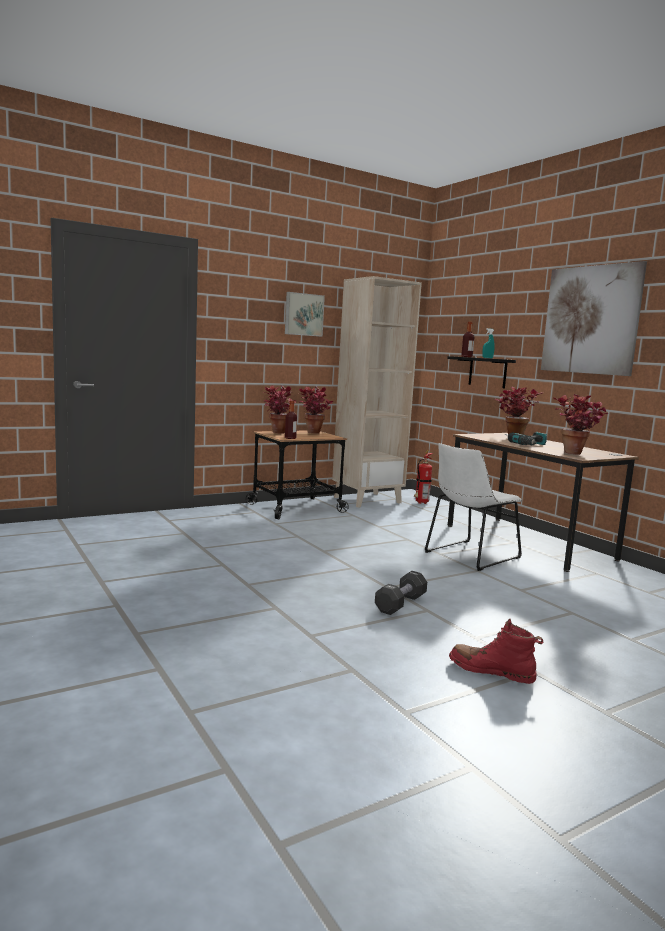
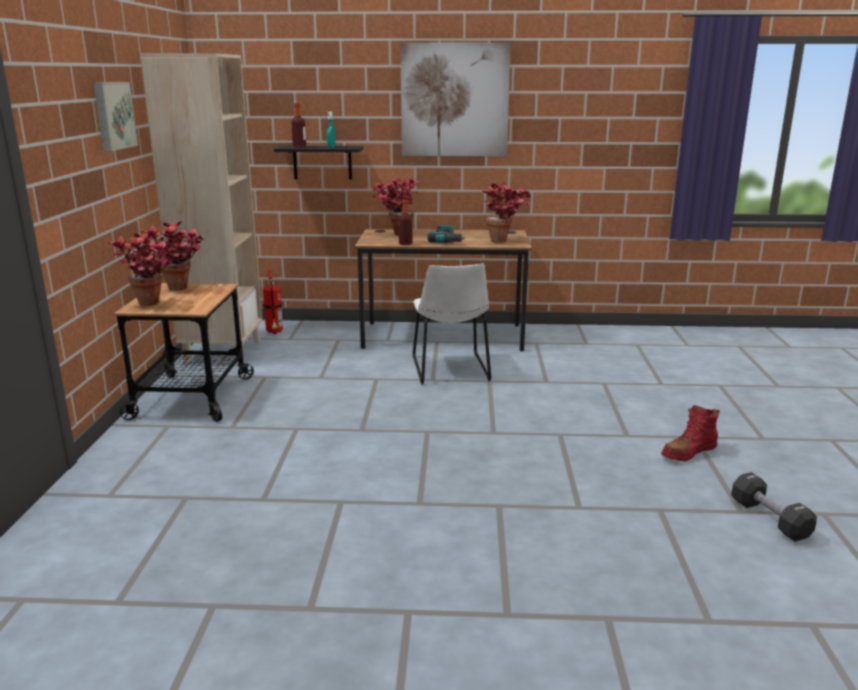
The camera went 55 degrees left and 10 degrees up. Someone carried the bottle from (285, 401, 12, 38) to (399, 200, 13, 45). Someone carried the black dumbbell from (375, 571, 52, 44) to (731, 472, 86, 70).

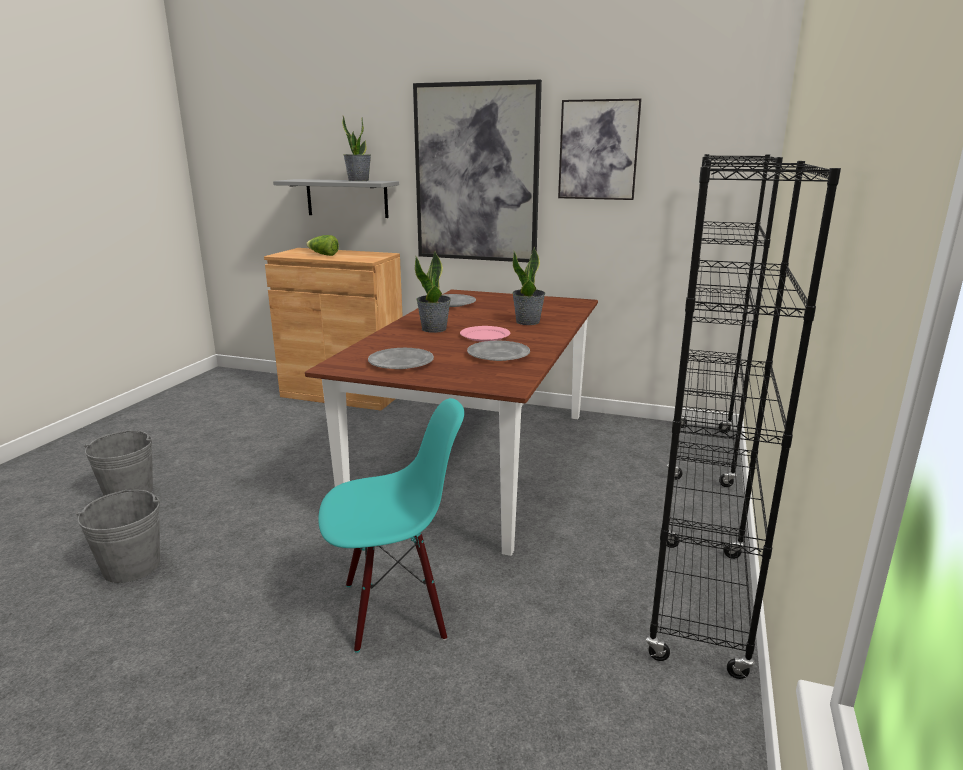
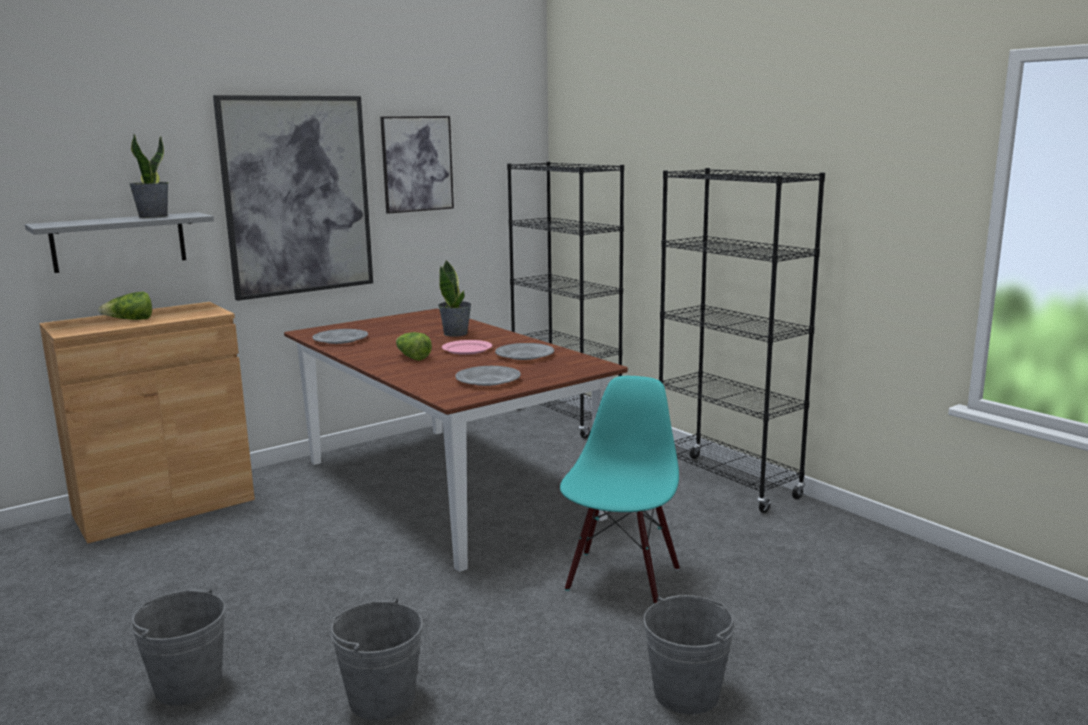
The camera went 55 degrees left and 5 degrees down. Someone swapped the potted plant at (415, 251, 36, 82) for the lettuce at (396, 332, 36, 29). Someone put down the grey bucket at (643, 595, 92, 120).

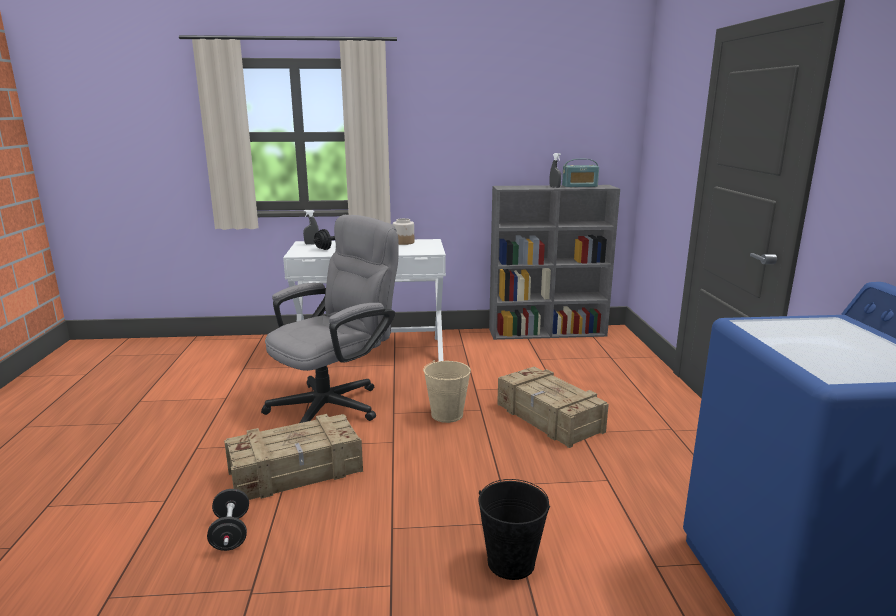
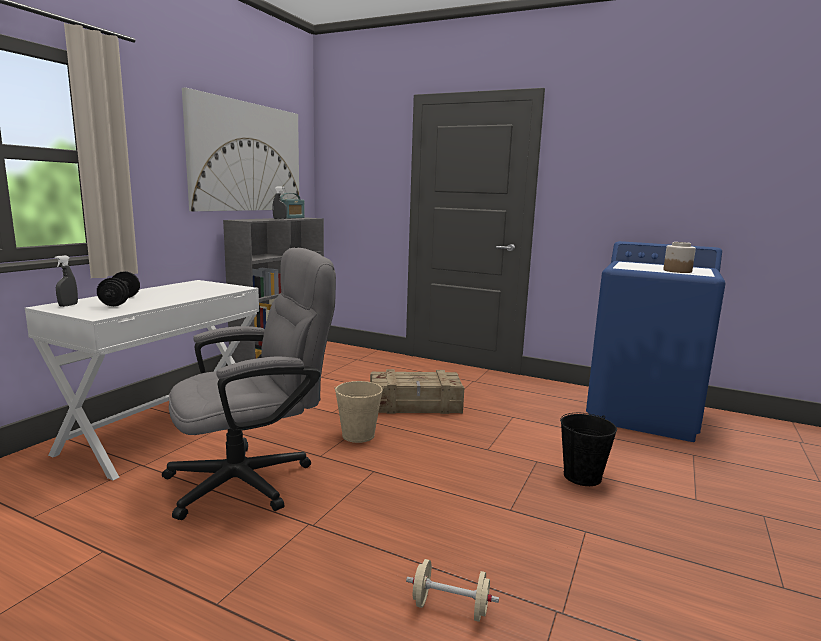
The camera went 60 degrees left and 5 degrees down. Someone repainted the black dumbbell at (207, 489, 42, 62), which became the beige dumbbell at (406, 559, 93, 63). Someone took away the crate at (224, 414, 139, 86). Someone rotated the grey office chair at (261, 215, 137, 208) by 75 degrees clockwise. Someone carried the jar from (393, 218, 21, 27) to (663, 242, 33, 31). Someone put up the picture at (182, 87, 117, 124).

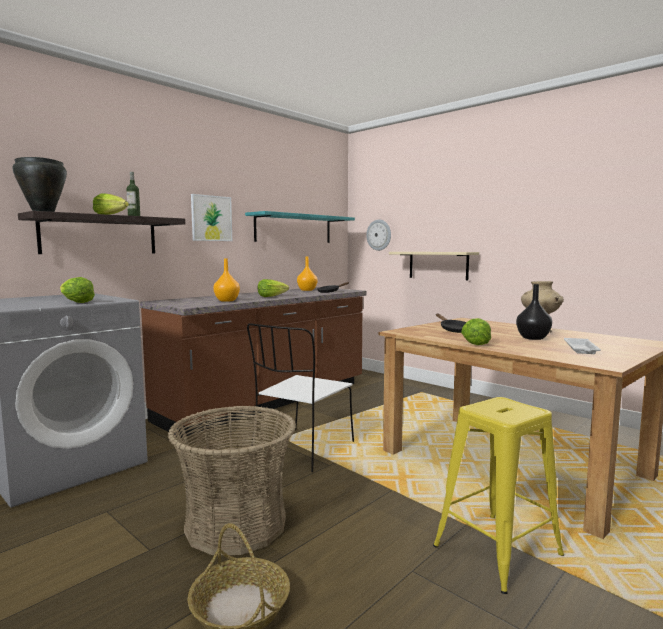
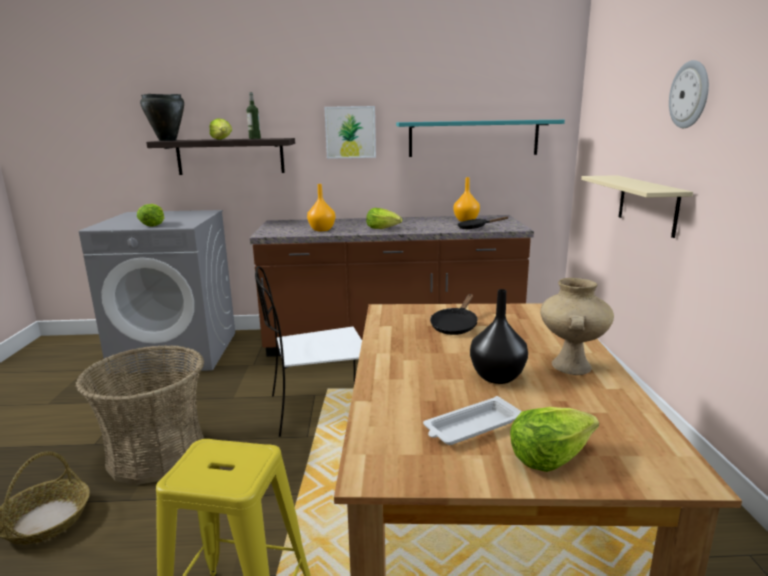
The camera went 45 degrees right and 10 degrees up. Someone carried the wall clock from (366, 219, 25, 32) to (669, 60, 40, 68). Someone carried the lettuce from (461, 318, 30, 27) to (510, 407, 89, 65).

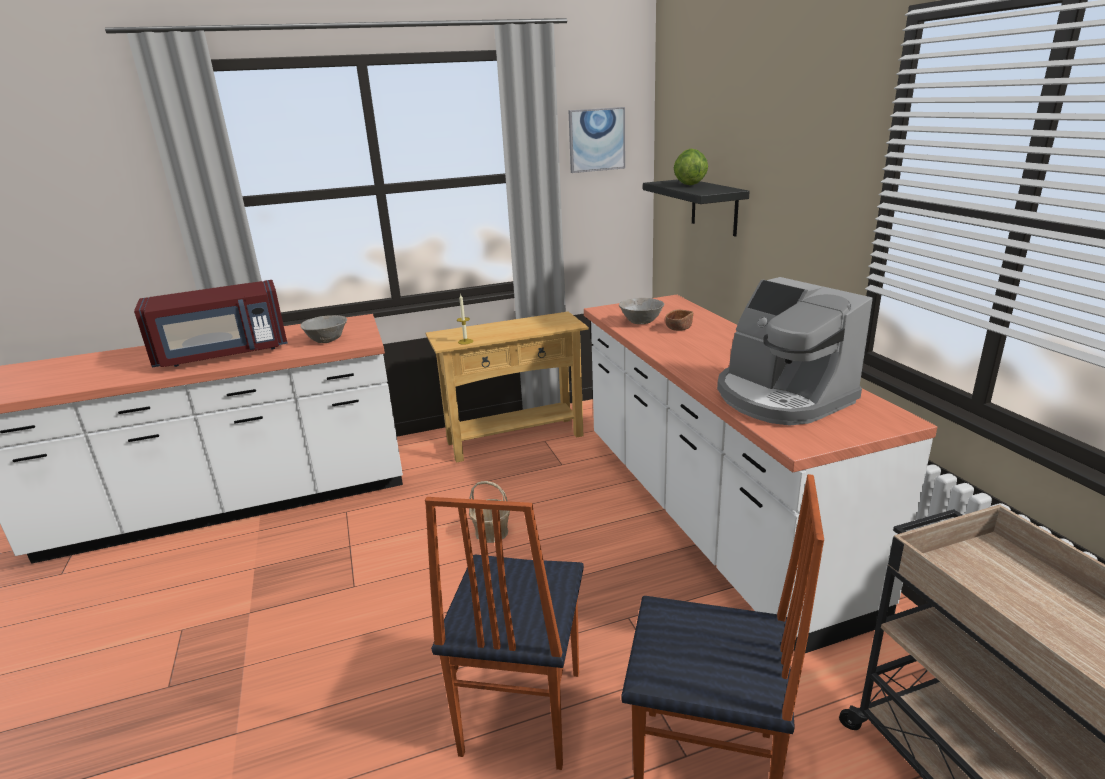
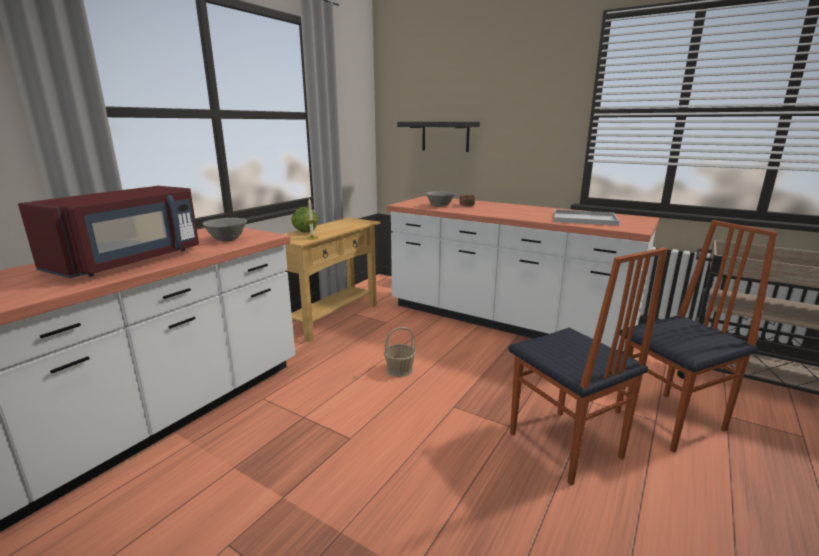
The camera went 40 degrees left and 5 degrees down. Someone took away the picture at (568, 107, 57, 66). Someone carried the lettuce from (674, 149, 34, 36) to (291, 207, 27, 26). Someone swapped the coffee machine at (717, 277, 156, 149) for the white tray at (554, 209, 65, 17).

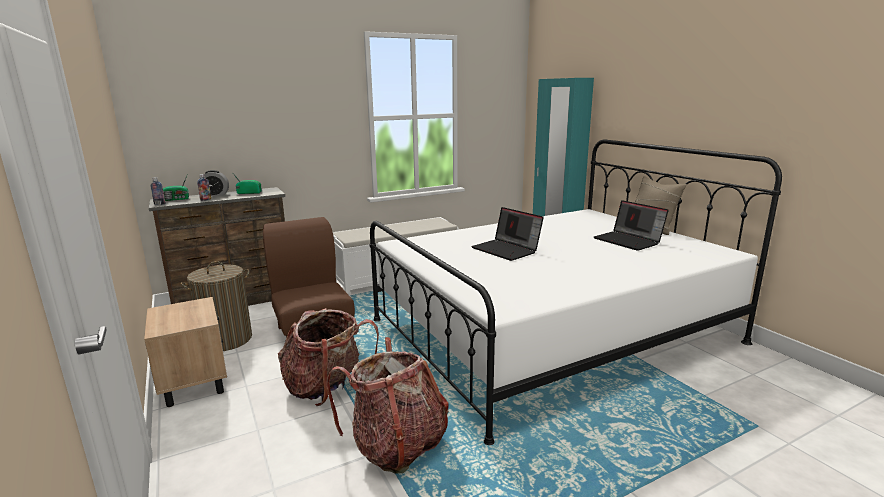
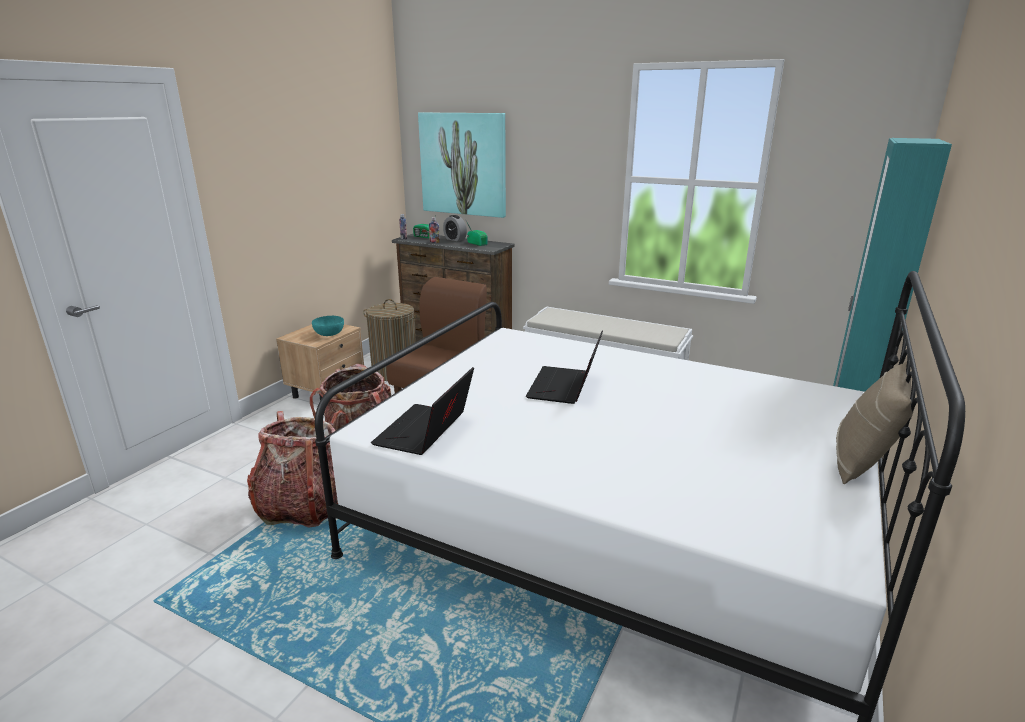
The camera went 55 degrees right and 5 degrees up. Someone carried the laptop from (594, 200, 75, 51) to (371, 367, 103, 88). Someone put down the turquoise bowl at (312, 316, 32, 20). Someone put up the picture at (418, 113, 88, 105).

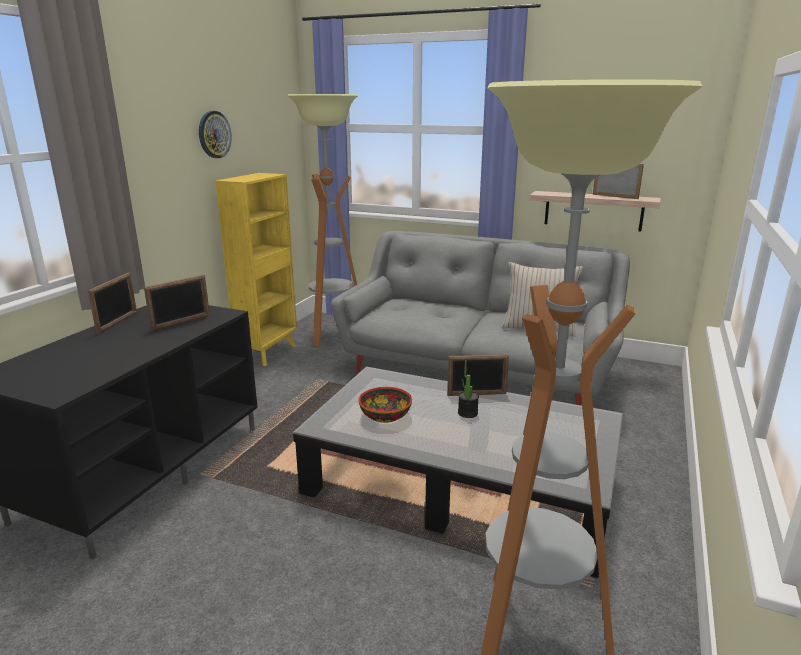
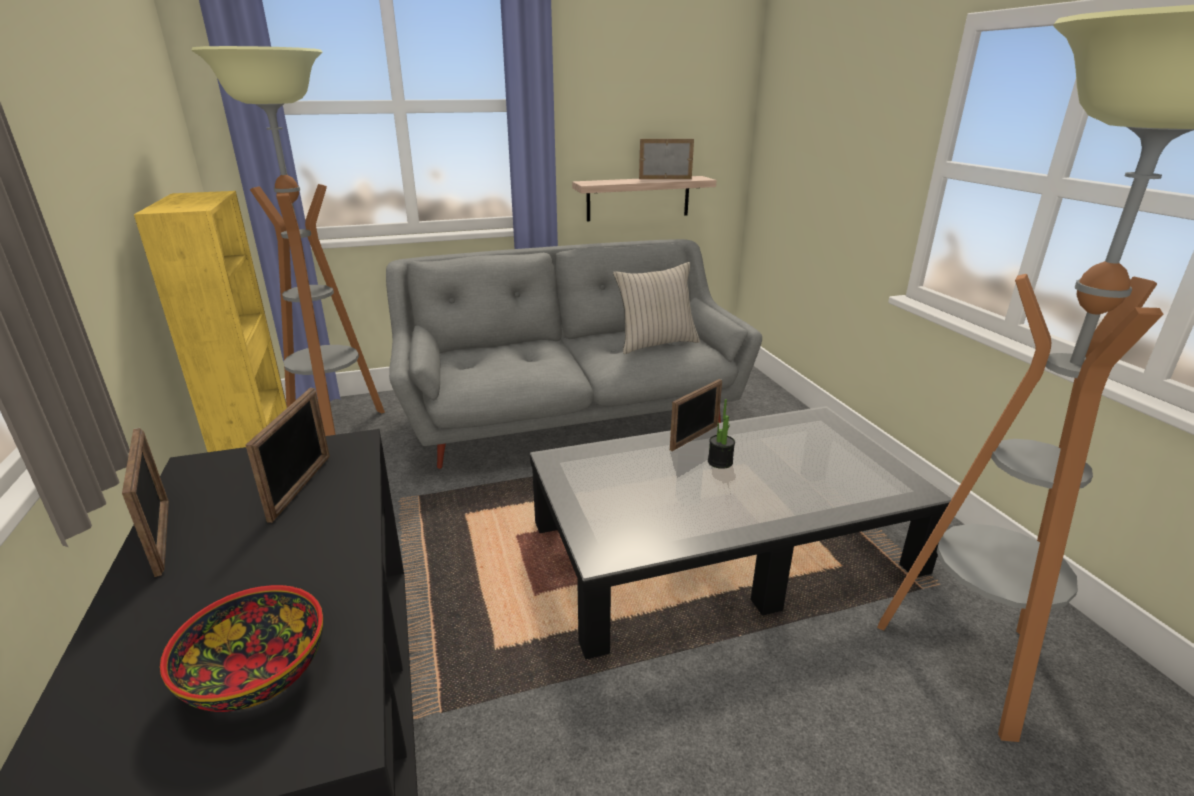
The camera went 40 degrees left and 5 degrees up. Someone took away the wall clock at (199, 111, 33, 47). Someone carried the bowl from (359, 387, 53, 36) to (160, 585, 163, 127).

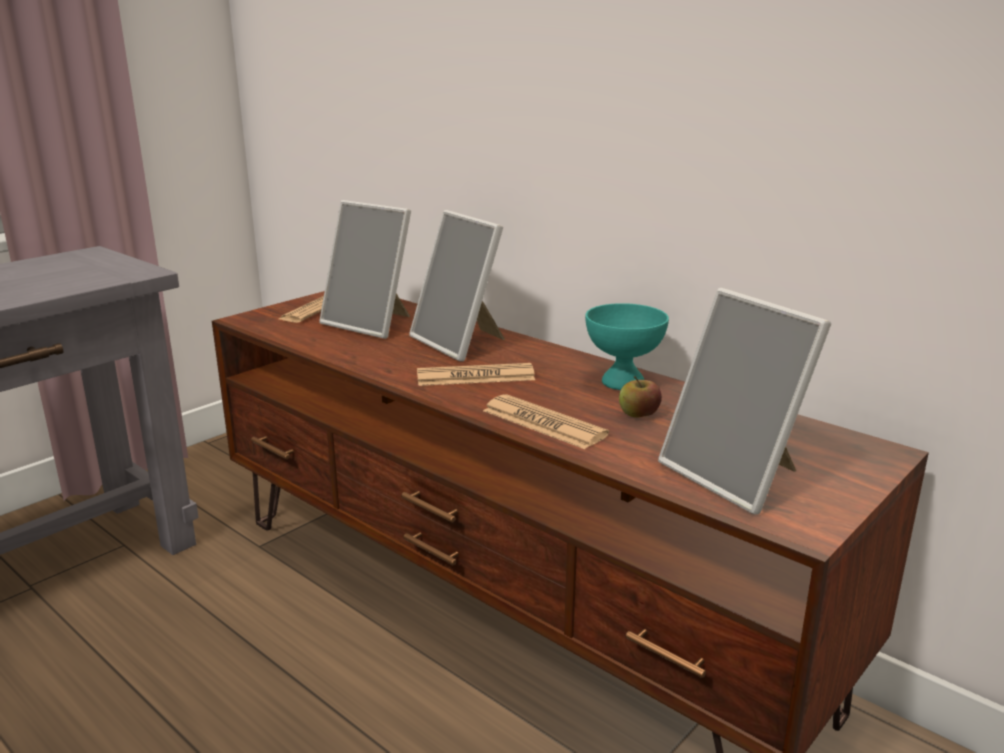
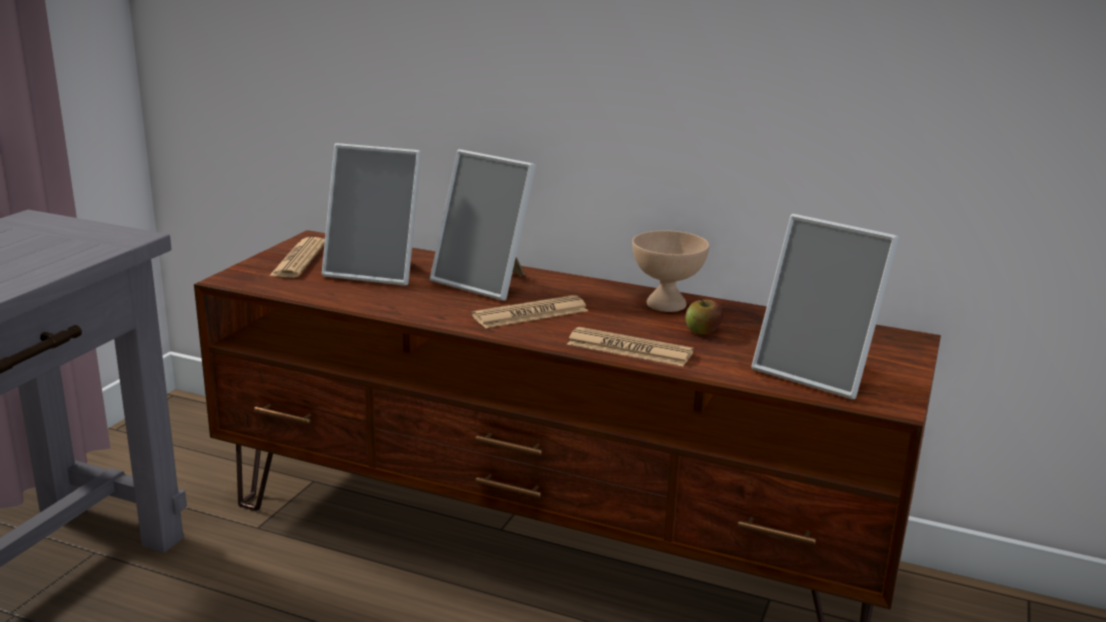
The camera went 20 degrees left and 0 degrees up. Someone repainted the turquoise bowl at (585, 303, 84, 87), which became the beige bowl at (632, 231, 77, 81).

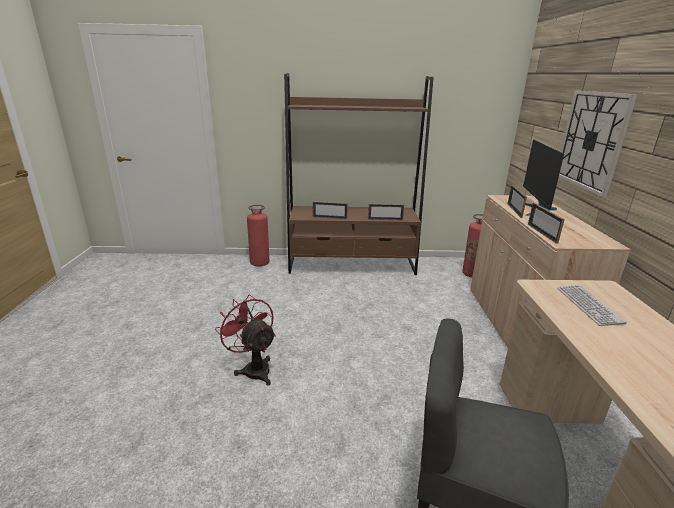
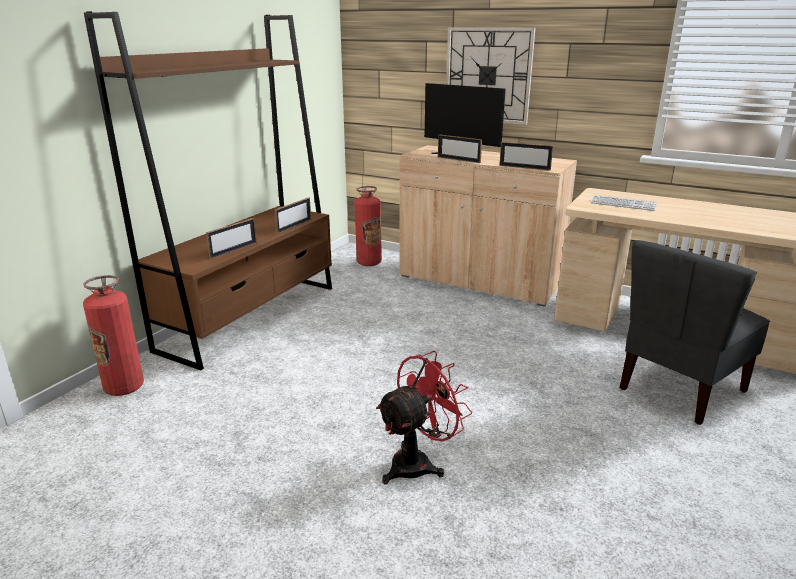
The camera went 60 degrees left and 0 degrees up. Someone rotated the red fan at (215, 294, 61, 91) by 150 degrees clockwise.

